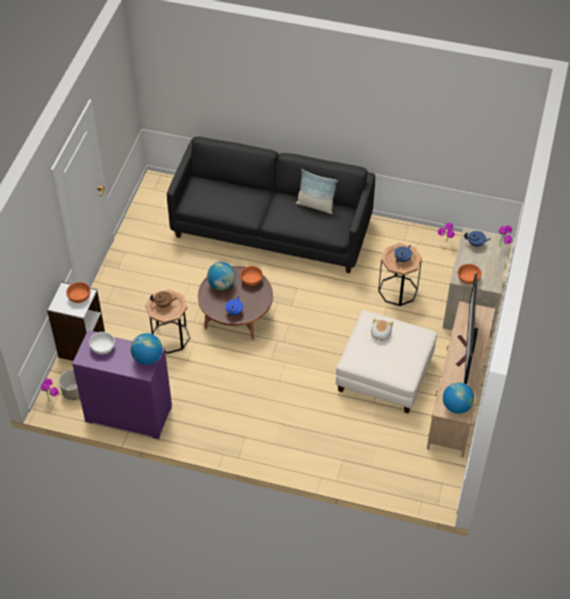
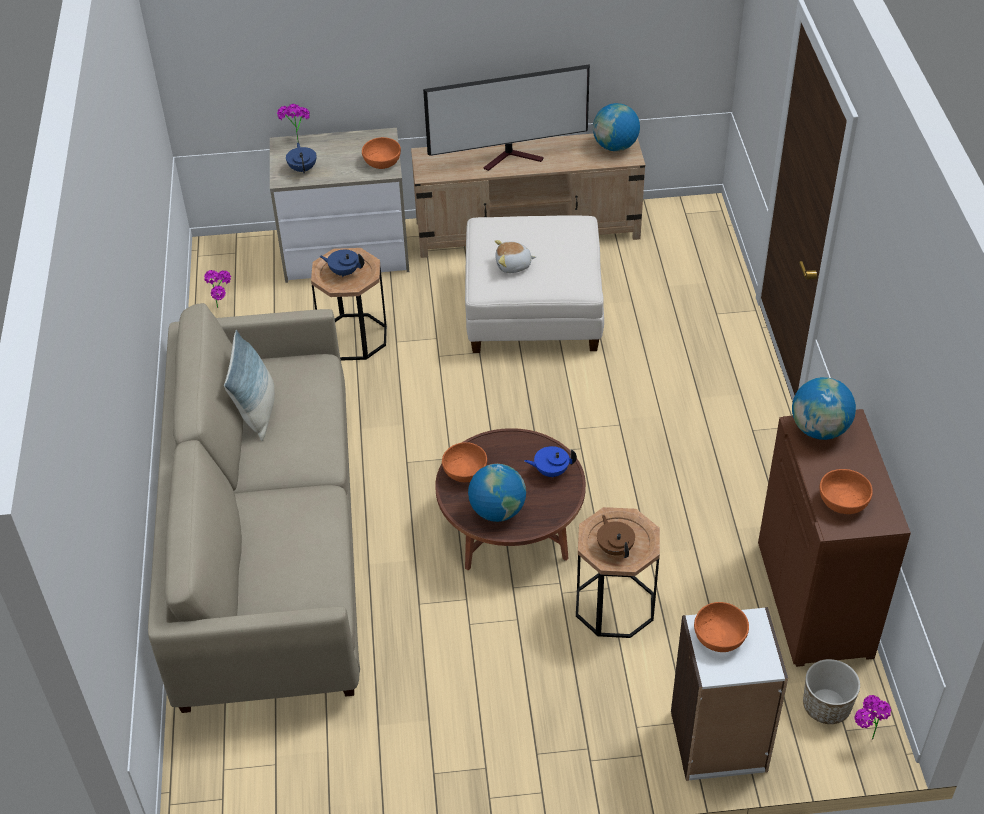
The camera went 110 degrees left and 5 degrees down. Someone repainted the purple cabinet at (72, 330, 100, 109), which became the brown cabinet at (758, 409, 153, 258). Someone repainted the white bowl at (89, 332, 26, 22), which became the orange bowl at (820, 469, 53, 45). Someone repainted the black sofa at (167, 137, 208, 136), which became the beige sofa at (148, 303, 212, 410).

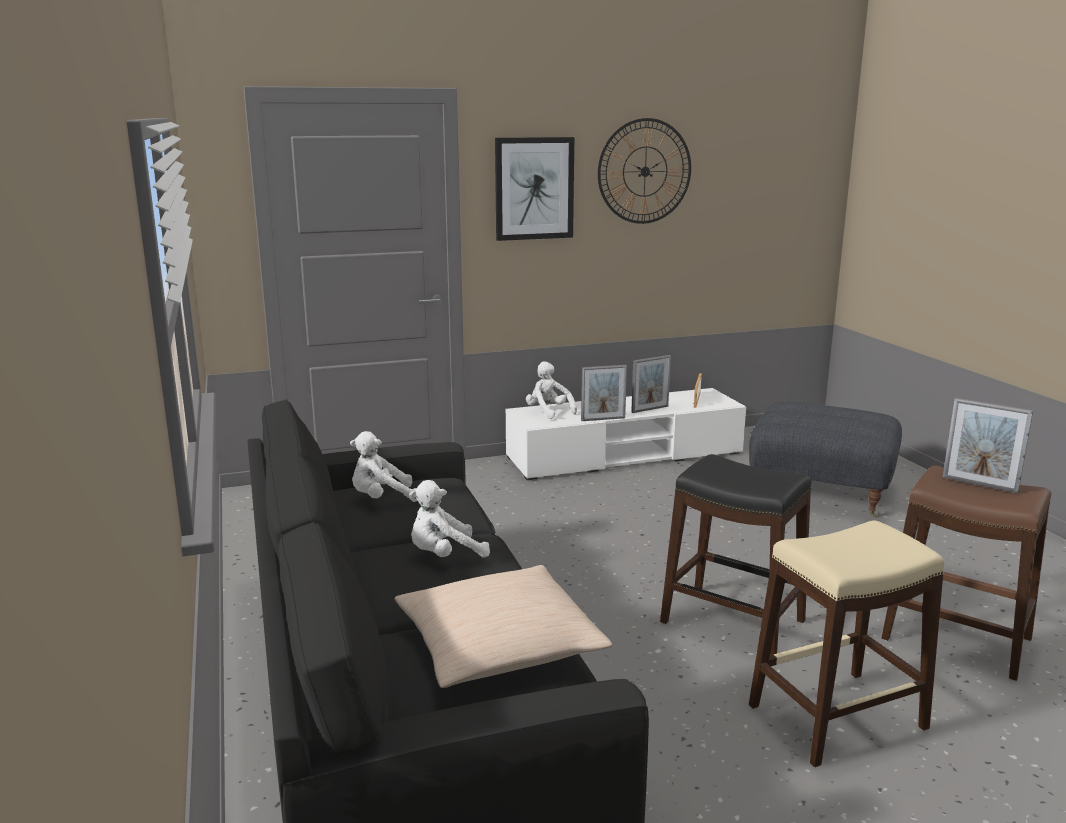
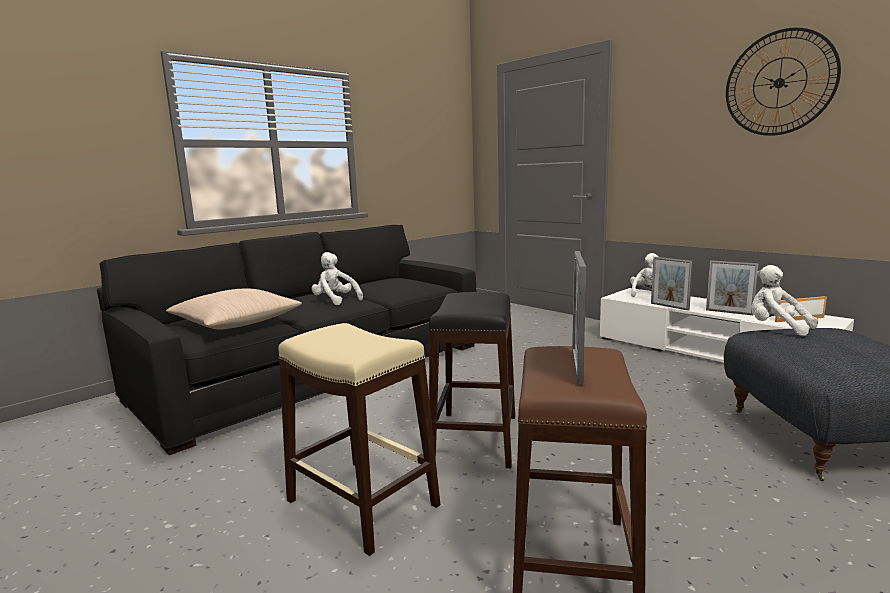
The camera went 65 degrees right and 5 degrees down. Someone carried the white plush toy from (350, 431, 67, 71) to (751, 265, 67, 71). Someone took away the picture at (495, 137, 79, 104).

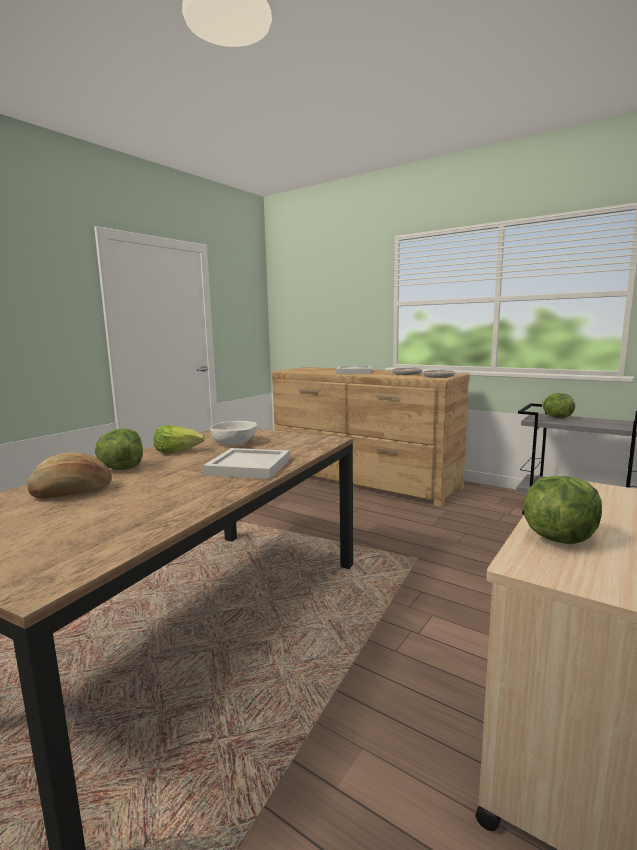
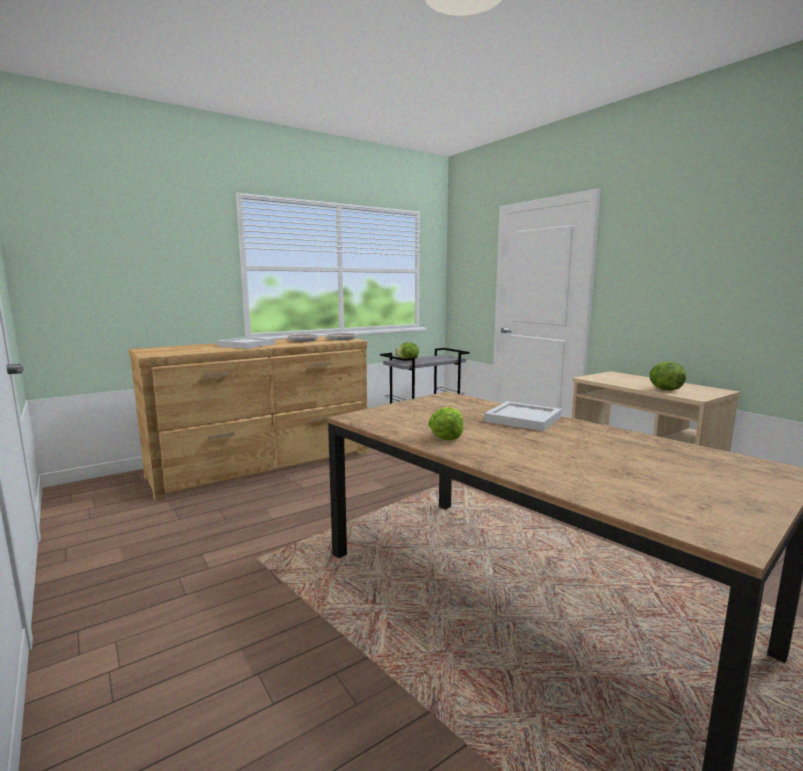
The camera went 70 degrees left and 0 degrees up. Someone took away the bread at (27, 452, 85, 47). Someone took away the lettuce at (95, 429, 48, 41). Someone took away the white bowl at (210, 421, 47, 24).

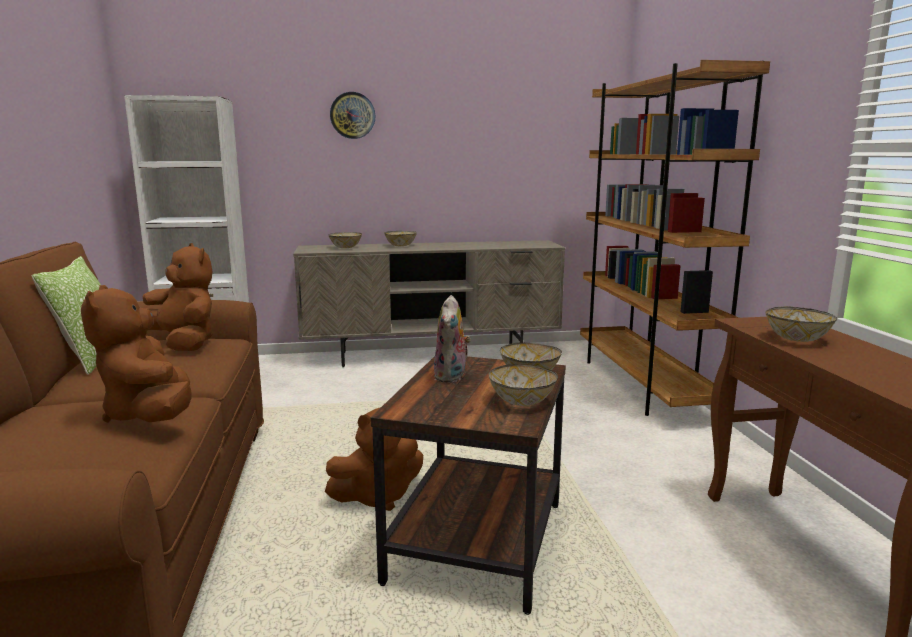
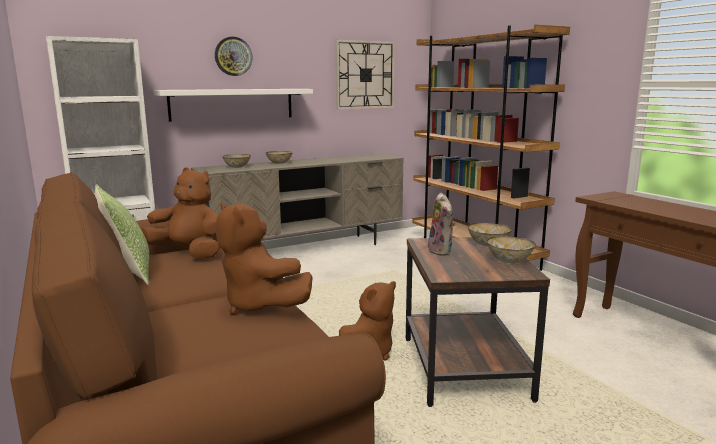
The camera went 20 degrees left and 0 degrees up. Someone took away the bowl at (765, 306, 72, 36). Someone put up the white shelf at (154, 89, 159, 33). Someone put up the wall clock at (335, 39, 60, 71).

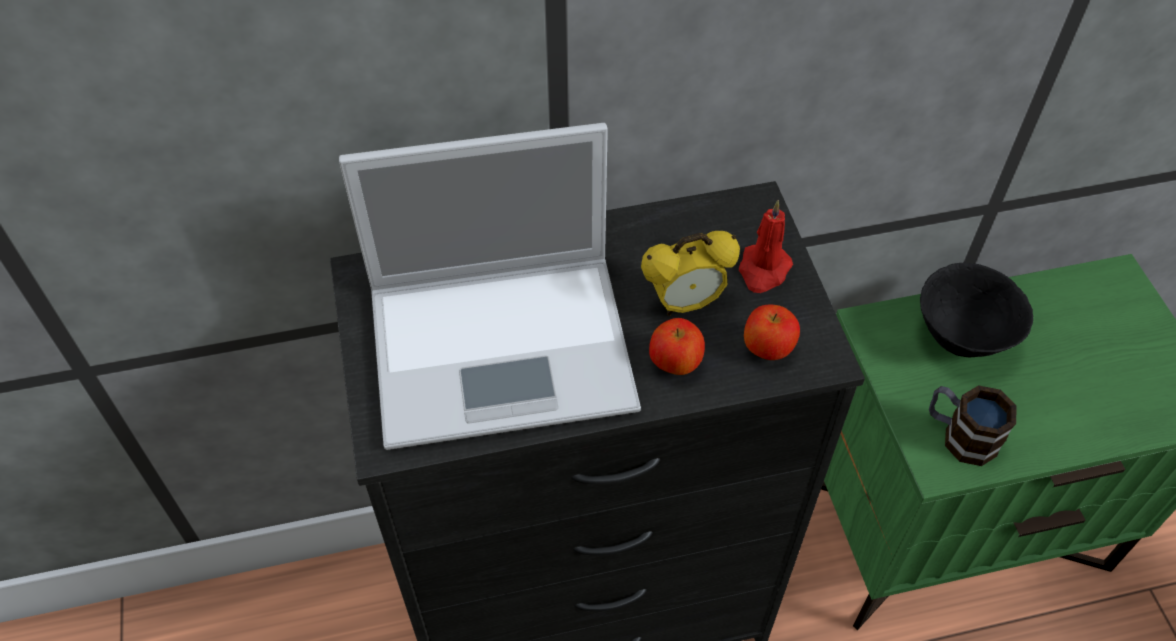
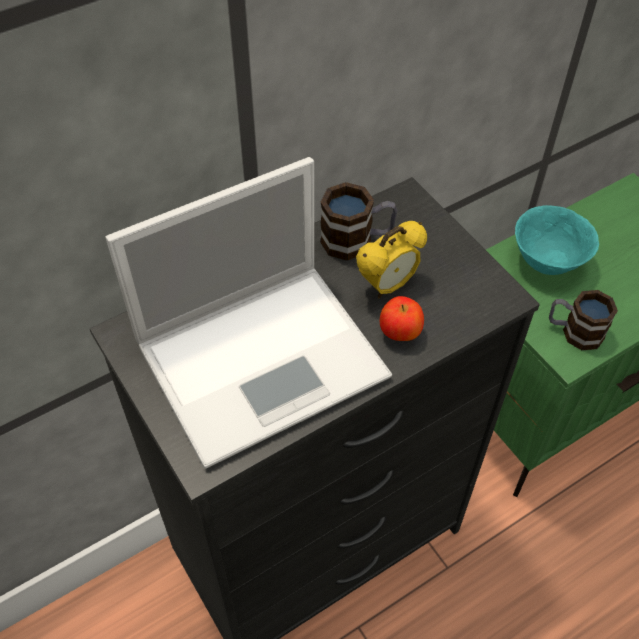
The camera went 20 degrees left and 0 degrees up. Someone took away the red candle at (739, 200, 54, 93). Someone took away the apple at (744, 305, 56, 55). Someone repainted the black bowl at (920, 263, 113, 95), which became the turquoise bowl at (515, 205, 84, 70). Someone put down the mug at (320, 182, 77, 79).

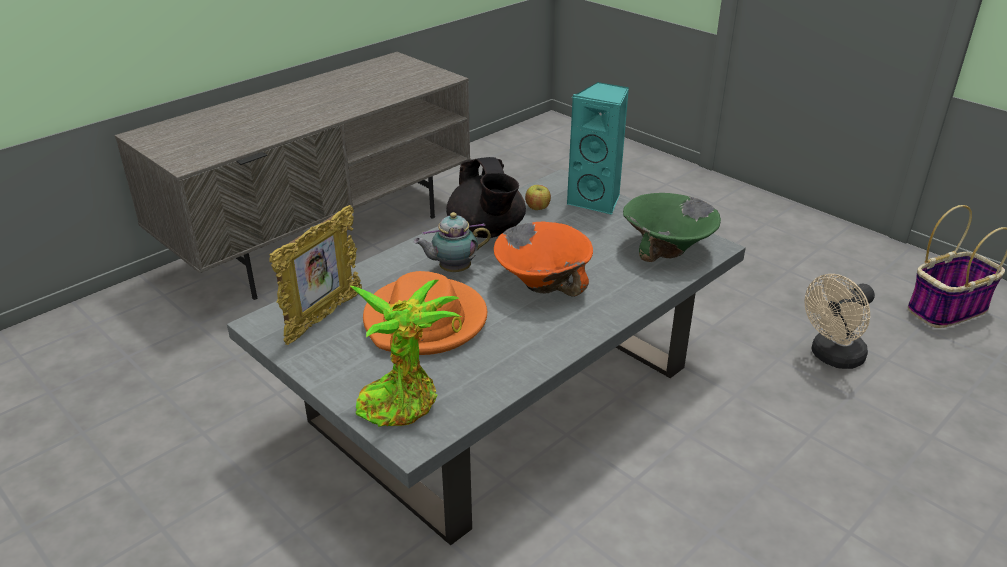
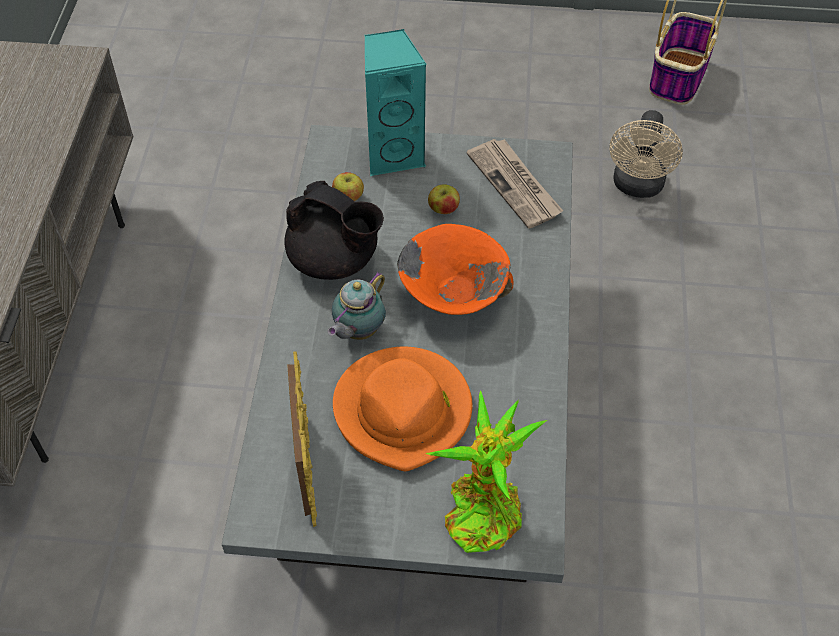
The camera went 40 degrees left and 20 degrees up. Someone swapped the green bowl at (623, 193, 98, 69) for the newspaper at (467, 139, 96, 90). Someone put down the apple at (428, 184, 32, 30).

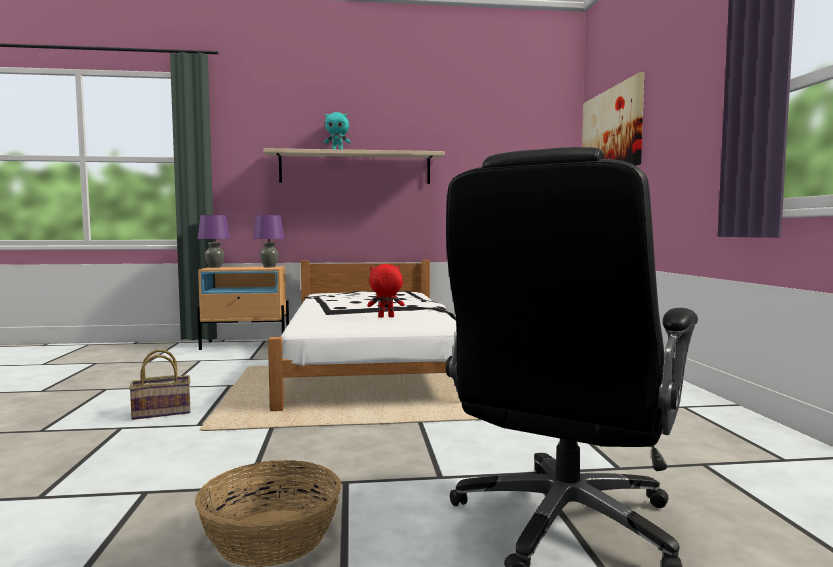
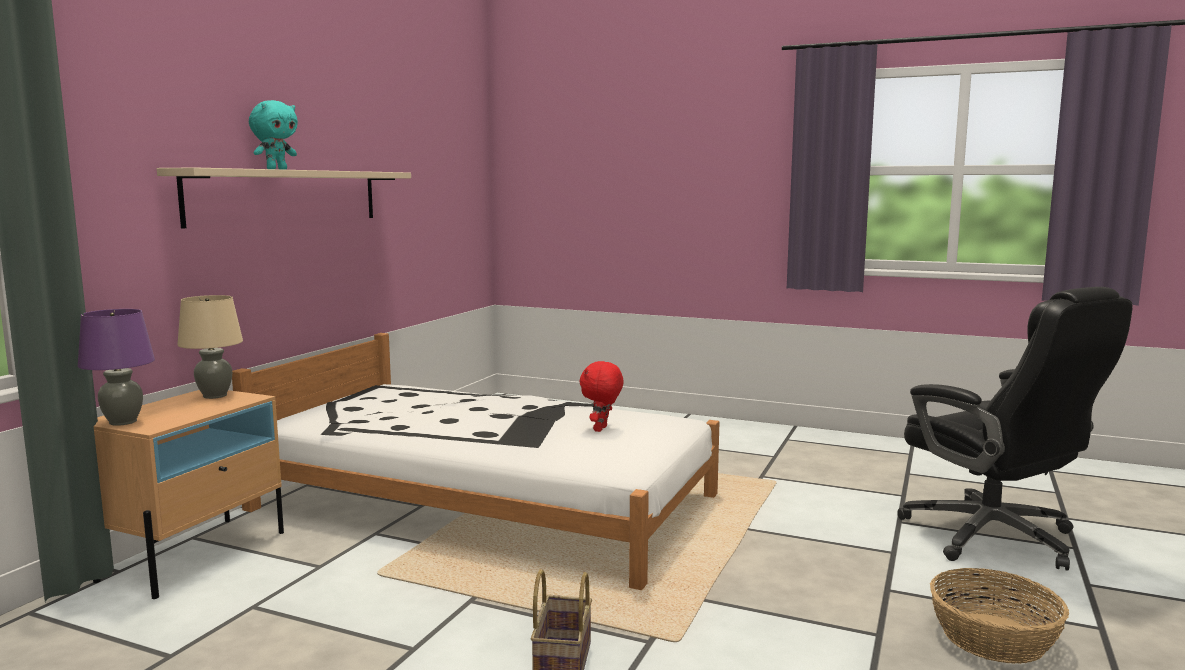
The camera went 60 degrees left and 5 degrees up. Someone repainted the purple table lamp at (253, 215, 32, 52), which became the beige table lamp at (177, 295, 66, 104). Someone took away the picture at (582, 72, 62, 94).

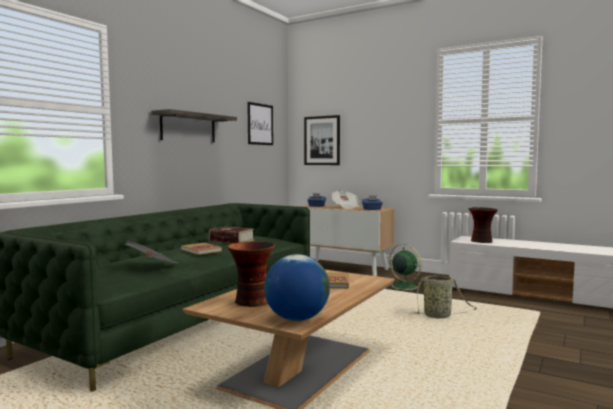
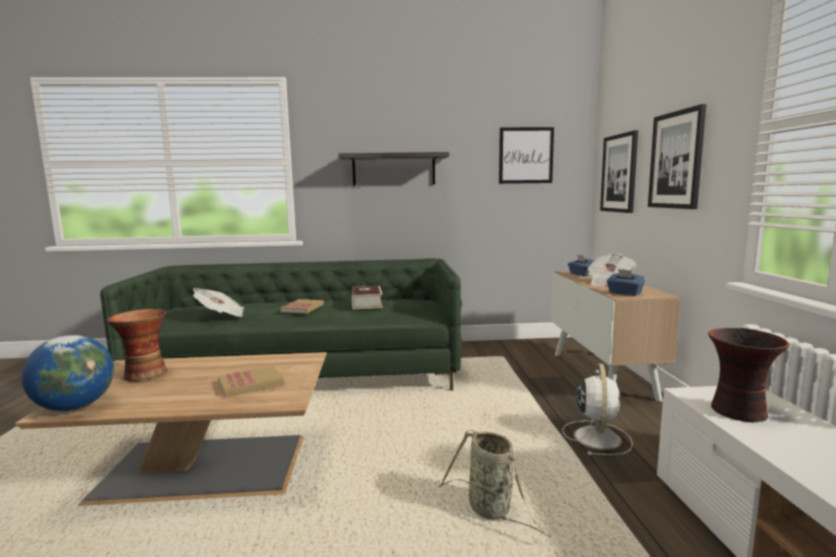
The camera went 55 degrees right and 5 degrees up. Someone repainted the green fan at (387, 244, 37, 48), which became the white fan at (562, 364, 71, 91). Someone put up the picture at (648, 104, 58, 105).

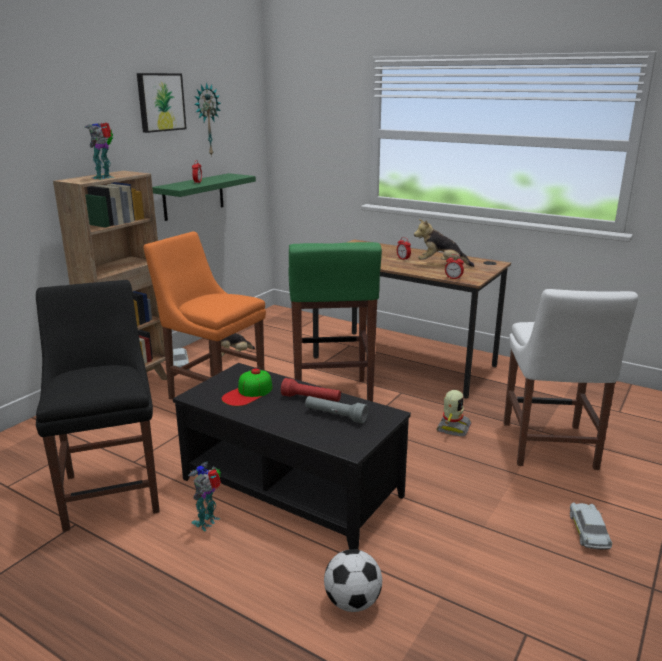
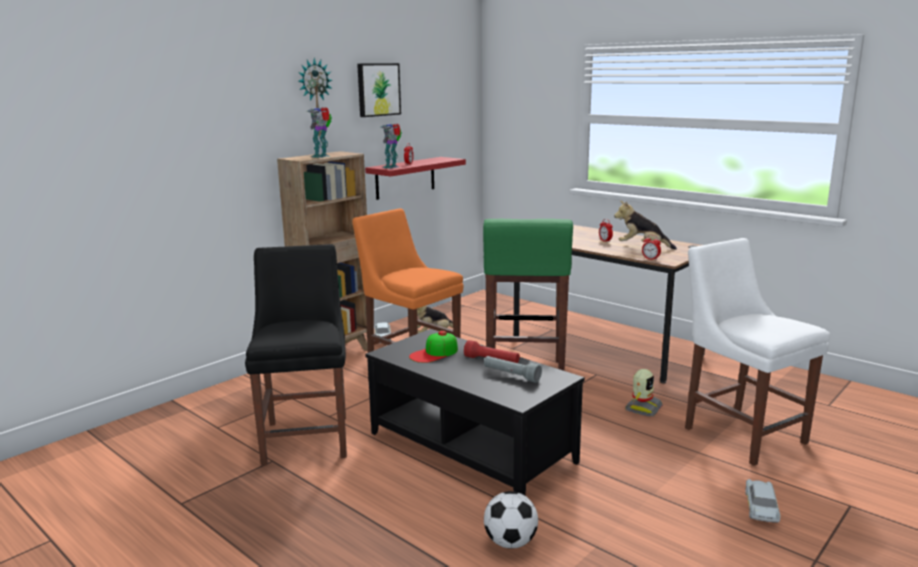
The camera went 10 degrees right and 5 degrees down. Someone repainted the green shelf at (152, 173, 104, 48), which became the red shelf at (365, 157, 101, 43). Someone carried the toy robot from (188, 462, 33, 69) to (381, 124, 21, 45). Someone carried the wall clock from (194, 82, 27, 75) to (298, 58, 34, 80). Someone rotated the white chair at (504, 289, 134, 181) by 135 degrees clockwise.

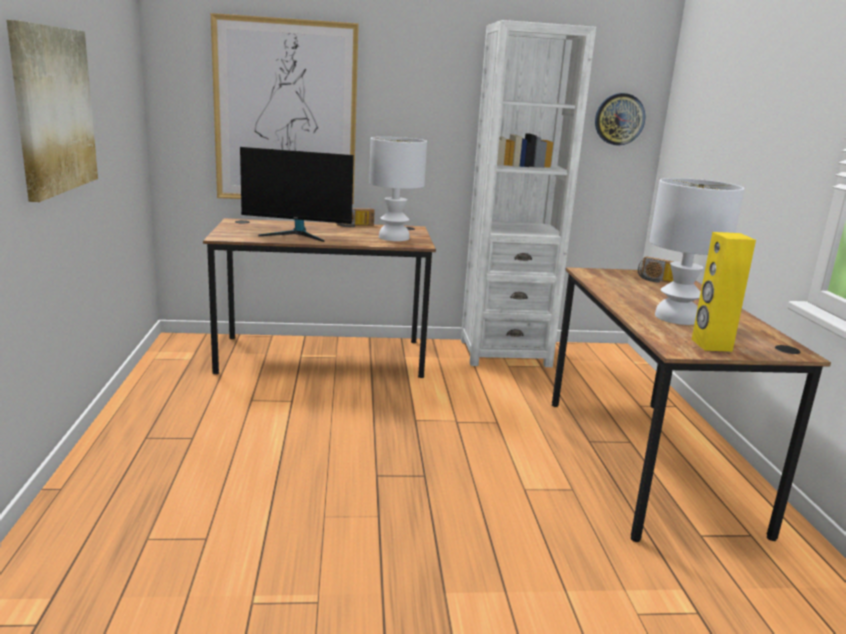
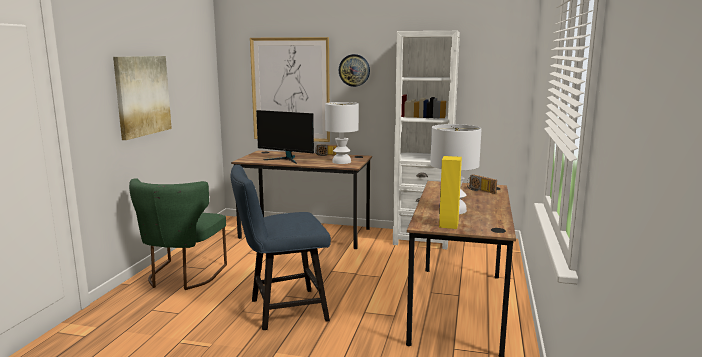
The camera went 20 degrees right and 5 degrees down. Someone carried the wall clock from (595, 93, 51, 53) to (339, 54, 31, 33). Someone put down the green chair at (129, 178, 98, 112). Someone put down the blue chair at (231, 165, 100, 165).

